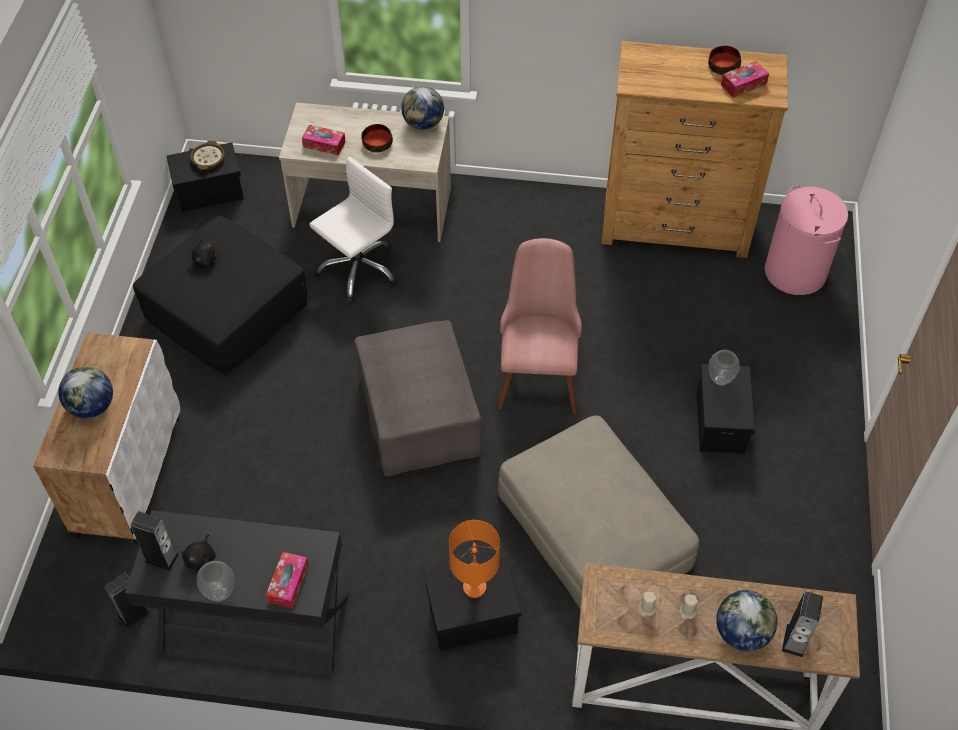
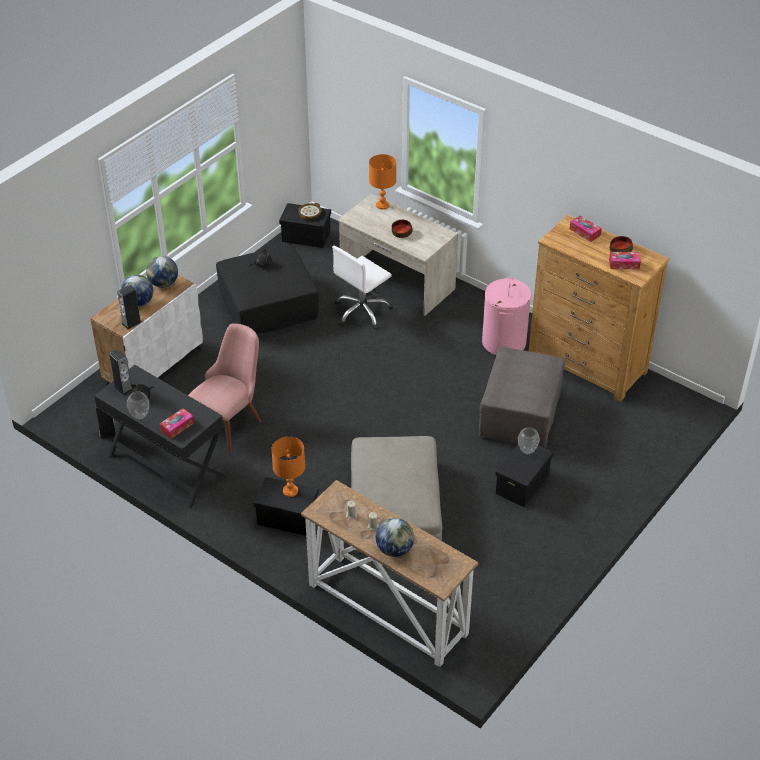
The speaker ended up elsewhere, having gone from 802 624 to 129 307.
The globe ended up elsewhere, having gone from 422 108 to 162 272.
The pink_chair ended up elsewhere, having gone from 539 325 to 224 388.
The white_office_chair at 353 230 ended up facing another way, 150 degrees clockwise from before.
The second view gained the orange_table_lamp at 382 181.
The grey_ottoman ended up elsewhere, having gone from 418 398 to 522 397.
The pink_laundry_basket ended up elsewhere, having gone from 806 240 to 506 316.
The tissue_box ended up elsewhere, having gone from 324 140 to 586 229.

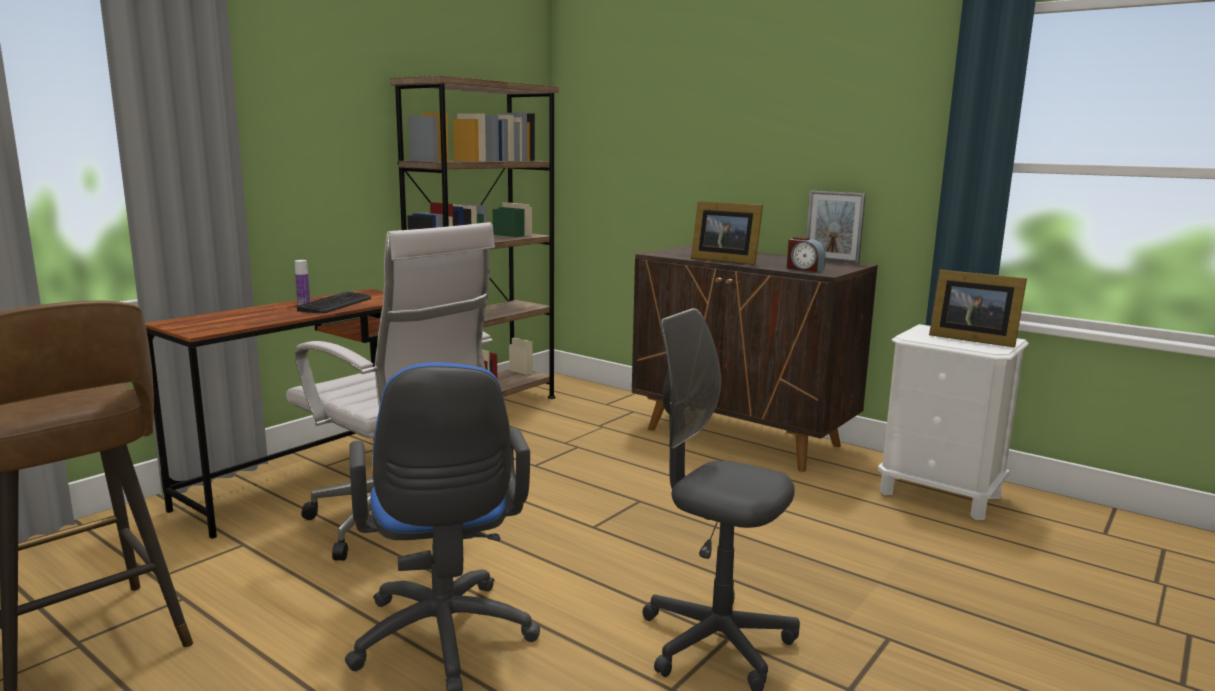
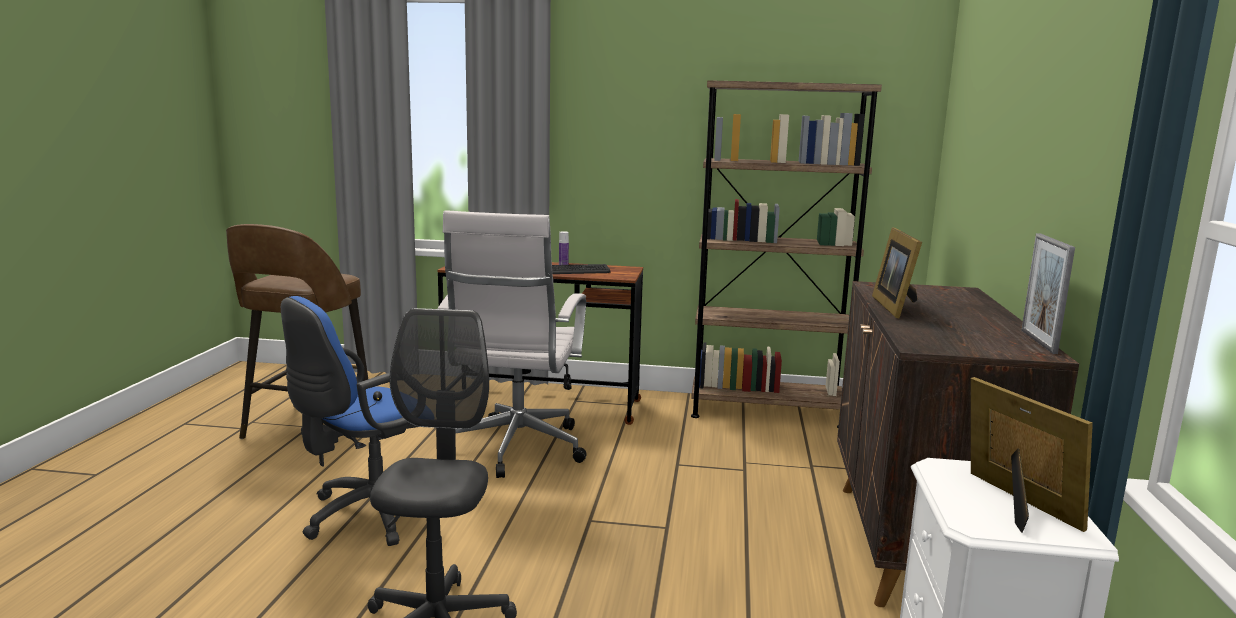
The picture_frame at 978 308 ended up facing another way, 150 degrees clockwise from before.
The second view lost the alarm_clock at 806 254.

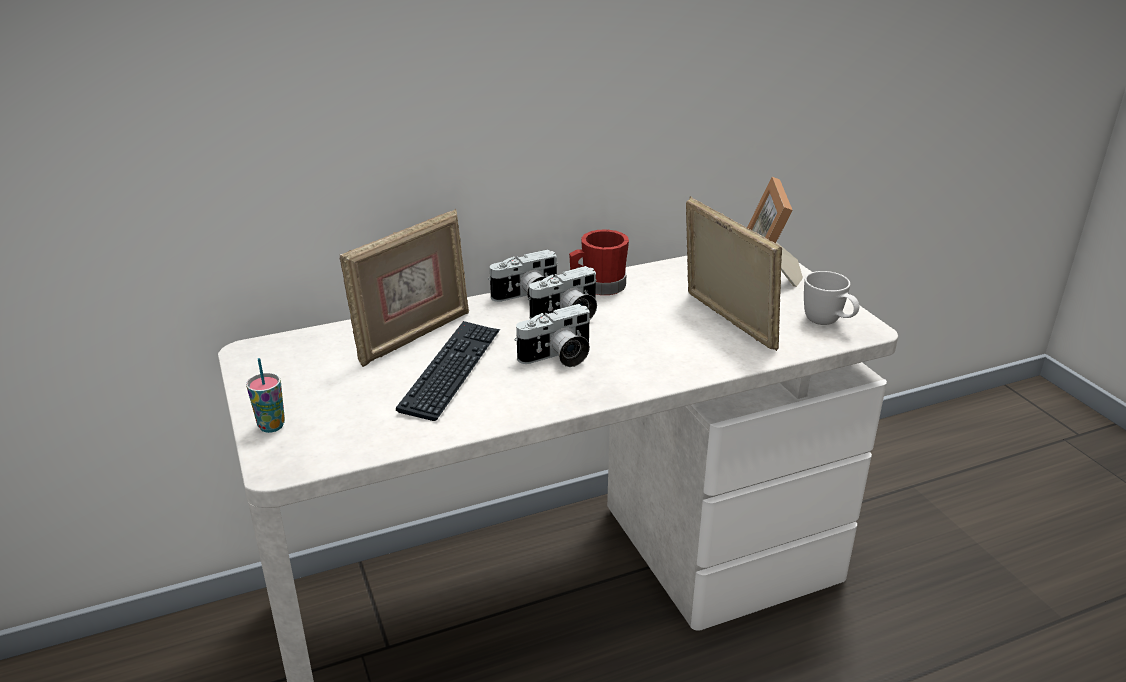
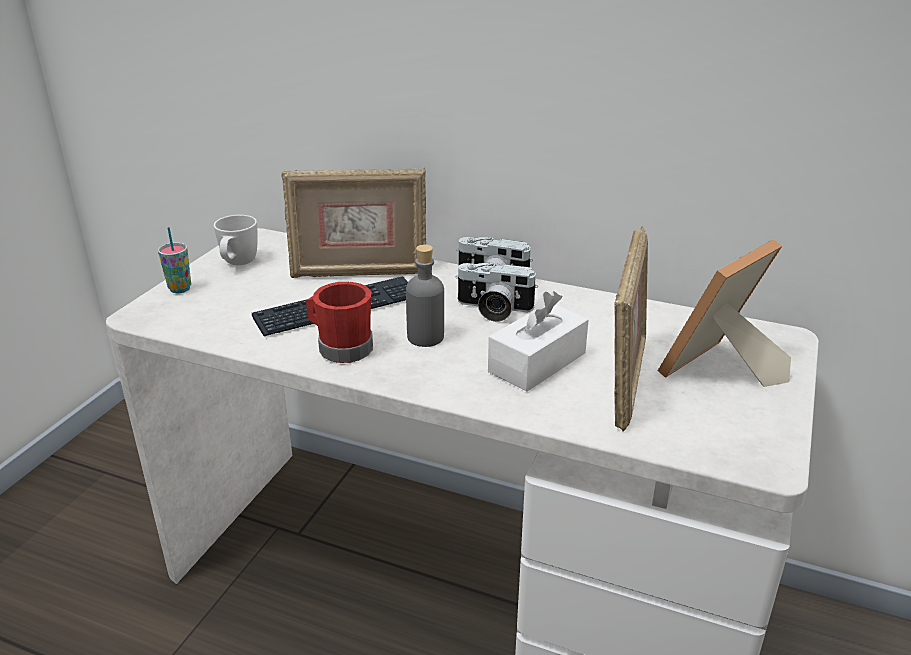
The white_mug ended up elsewhere, having gone from 831 298 to 236 240.
The red_mug ended up elsewhere, having gone from 599 262 to 339 322.
Where the photo_camera stood at 553 335, the grey_bottle came to stand at 425 295.
The second view gained the white_tissue_box at 538 341.

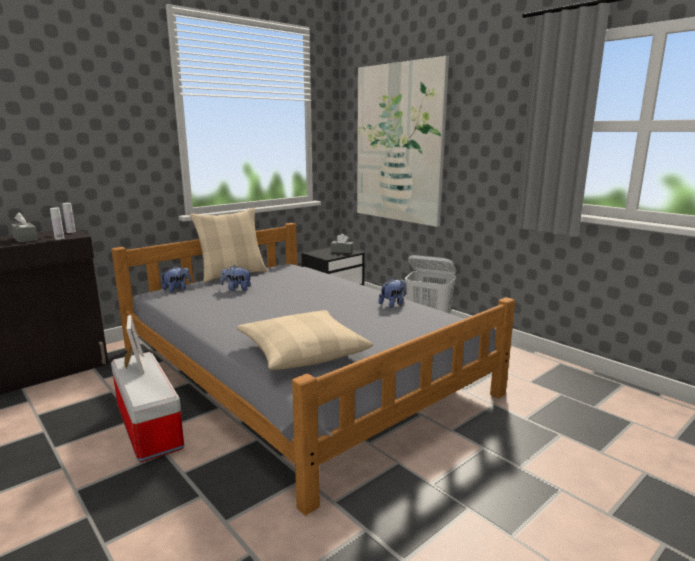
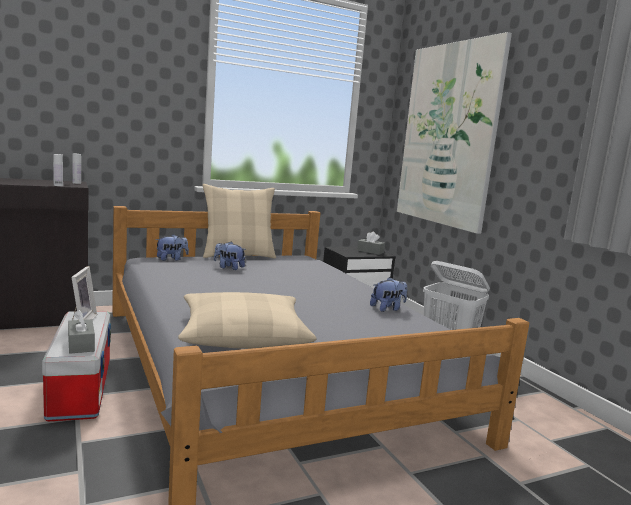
The grey_tissue_box ended up elsewhere, having gone from 24 227 to 81 332.

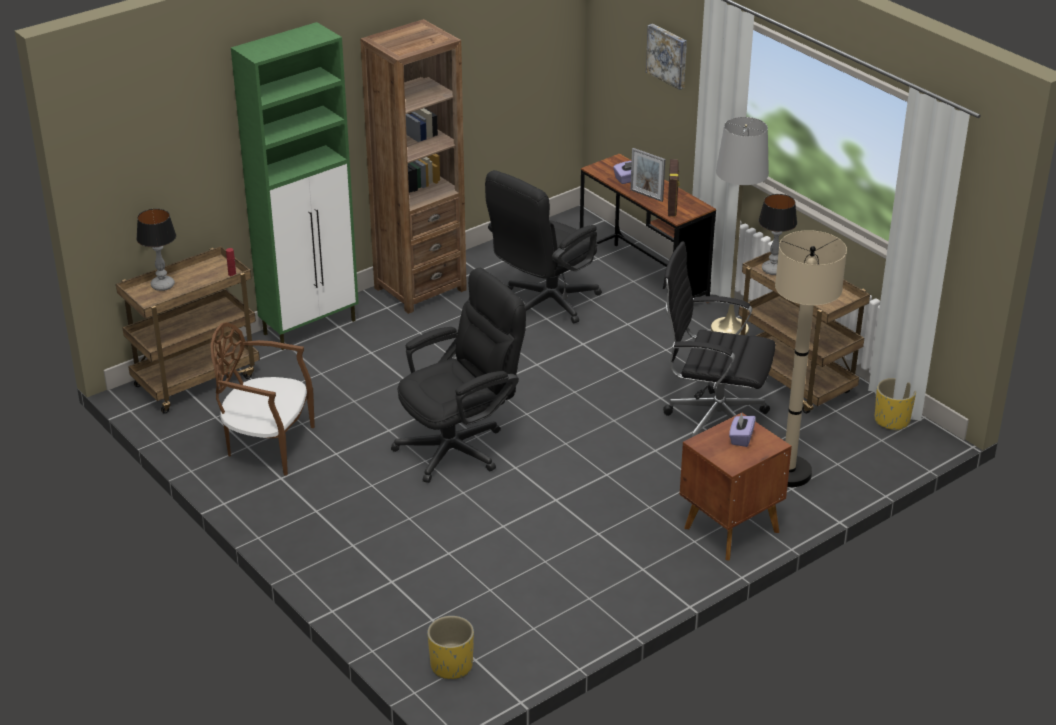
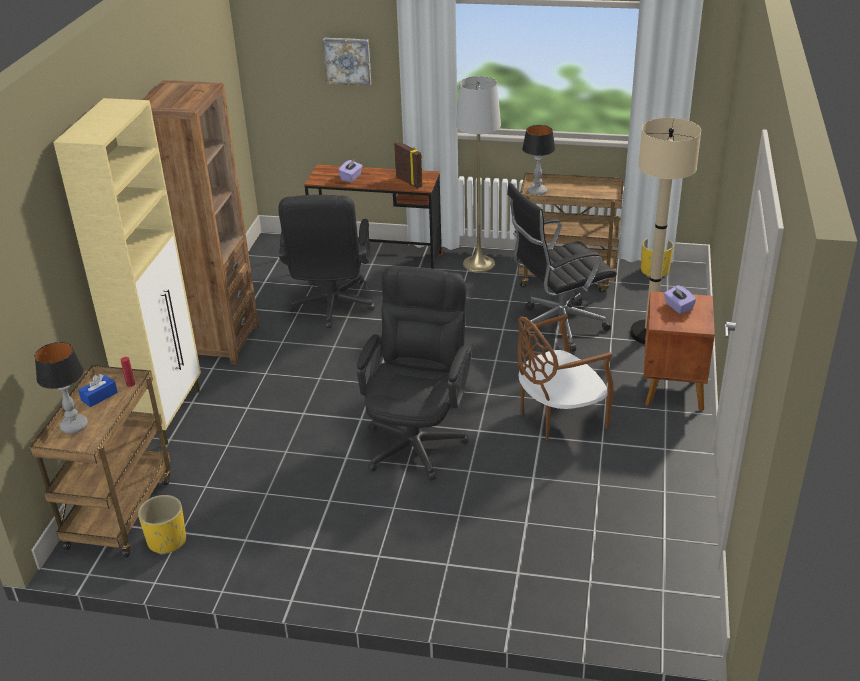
What was the green_cabinet at 295 186 turned into the beige_cabinet at 127 271.
The second view gained the blue_tissue_box at 98 390.
The yellow_planter ended up elsewhere, having gone from 450 647 to 162 525.
The brown_chair ended up elsewhere, having gone from 262 399 to 565 377.
The second view lost the picture_frame at 647 175.

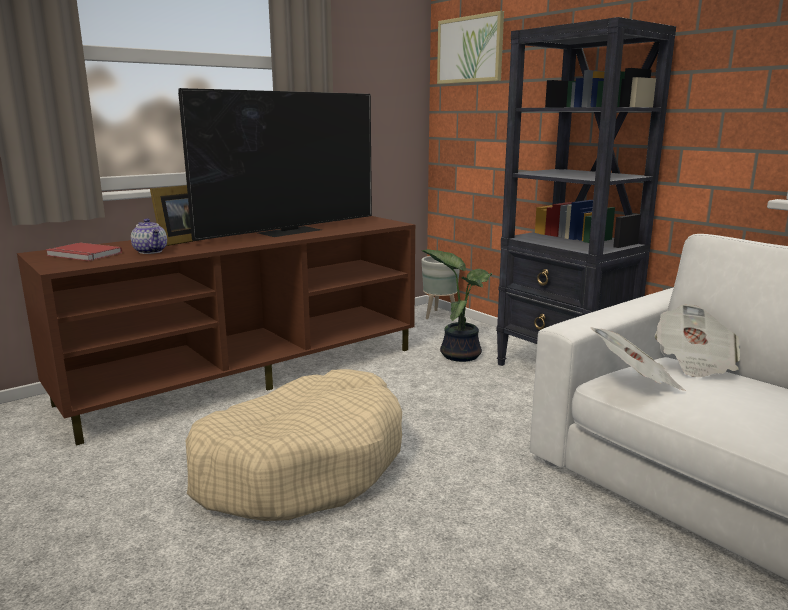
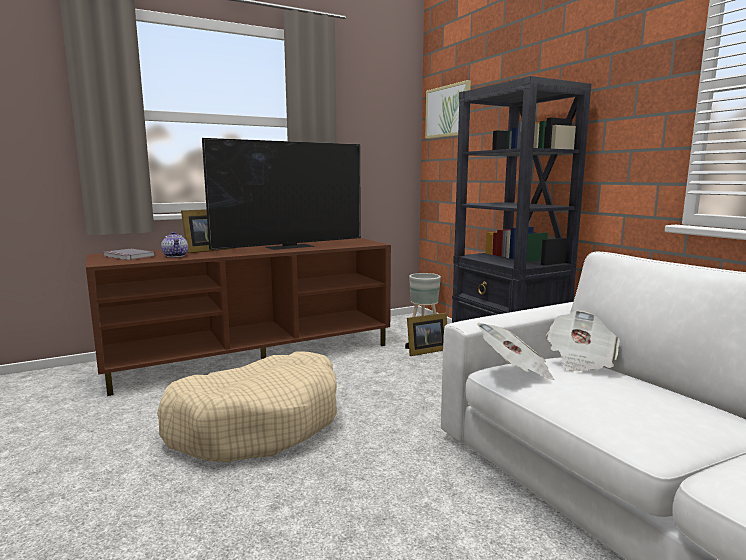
What was the red_book at 84 252 turned into the grey_book at 129 254.
Where the potted_plant stood at 456 305, the picture_frame came to stand at 426 334.

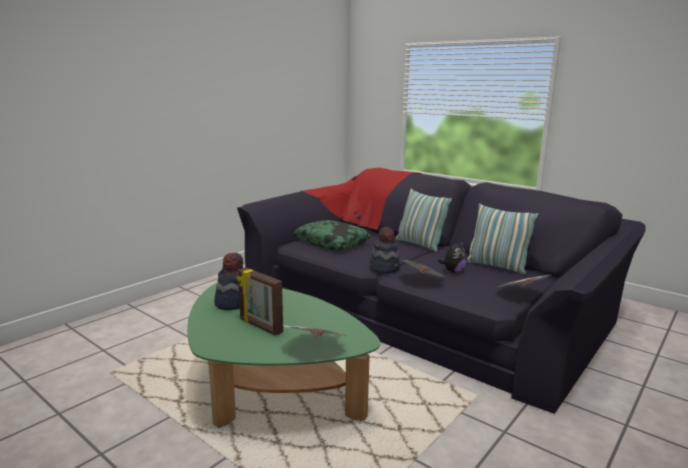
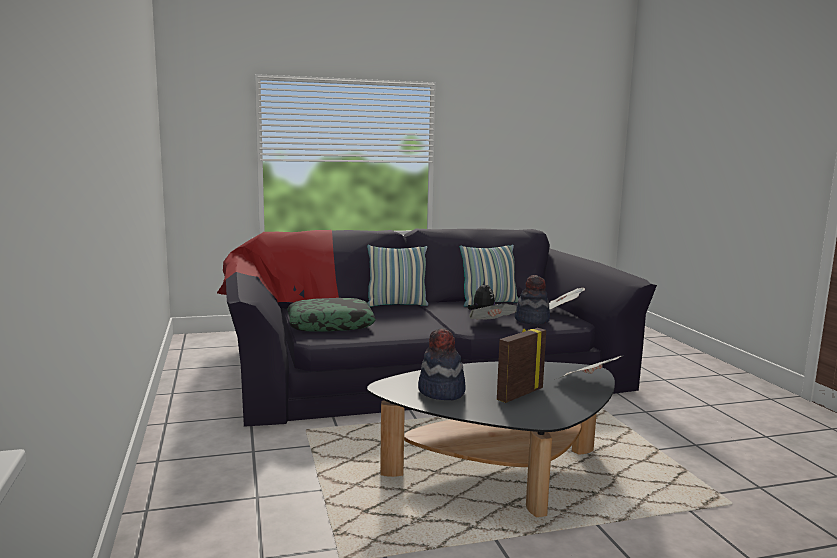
What was the green_coffee_table at 283 355 turned into the black_coffee_table at 491 439.
The picture_frame at 260 302 ended up facing another way, 150 degrees clockwise from before.
The hat ended up elsewhere, having gone from 385 250 to 532 300.

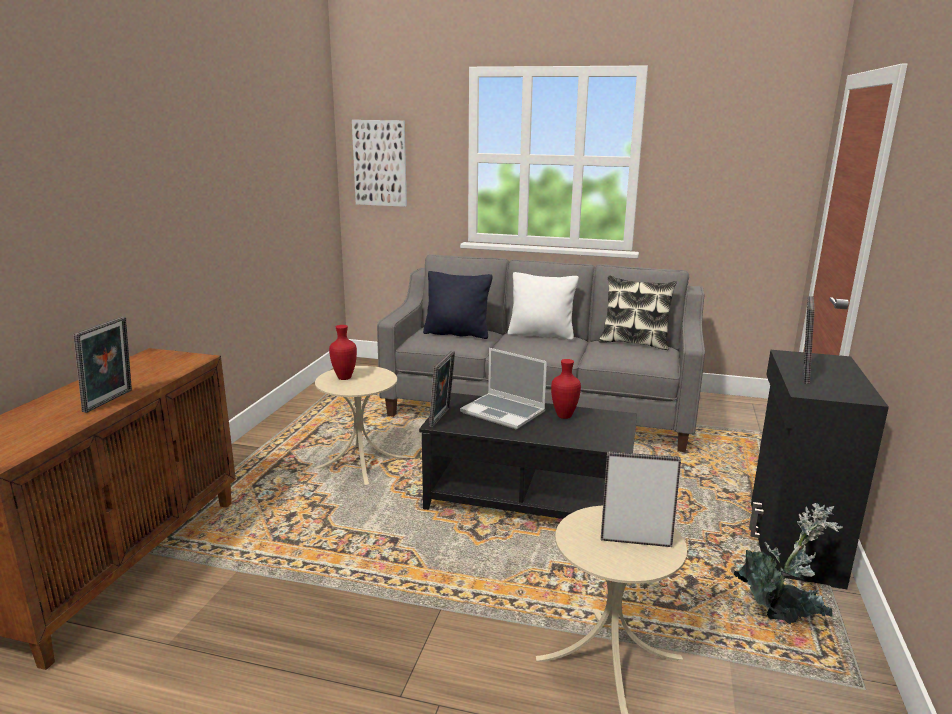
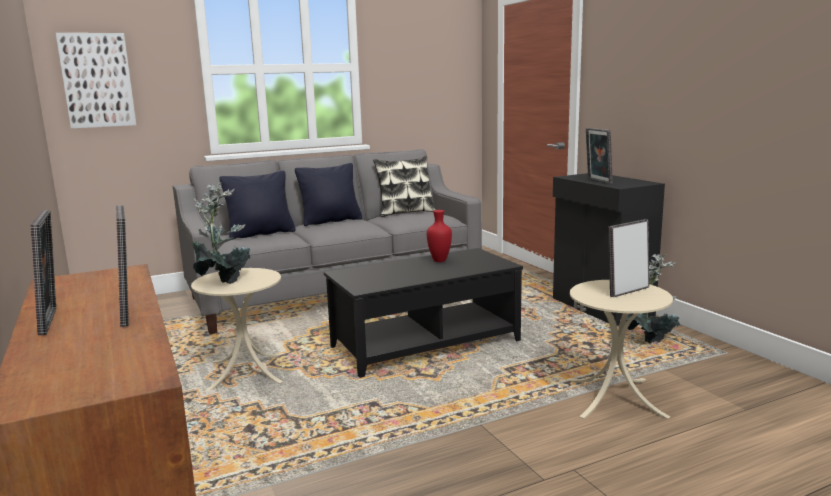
The picture_frame ended up elsewhere, having gone from 442 389 to 43 272.
Where the red_vase stood at 343 352, the potted_plant came to stand at 221 233.
What was the white_pillow at 543 306 turned into the black_pillow at 328 194.
The second view lost the laptop at 503 388.

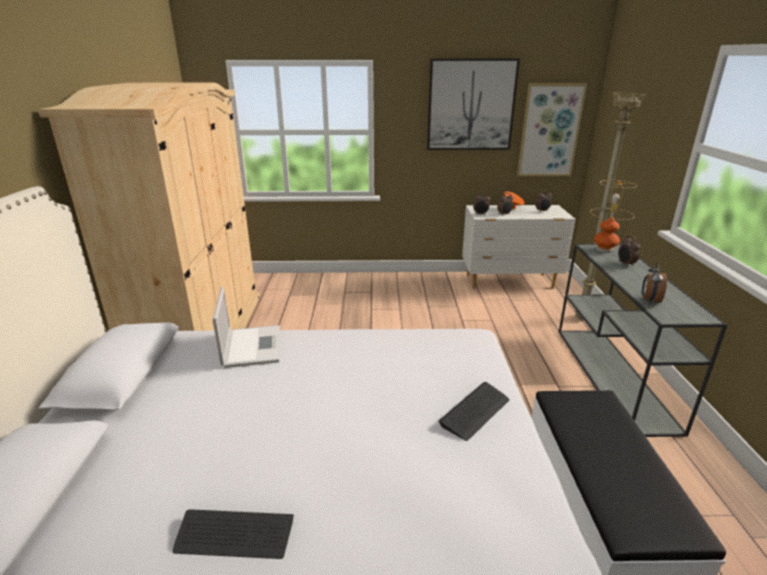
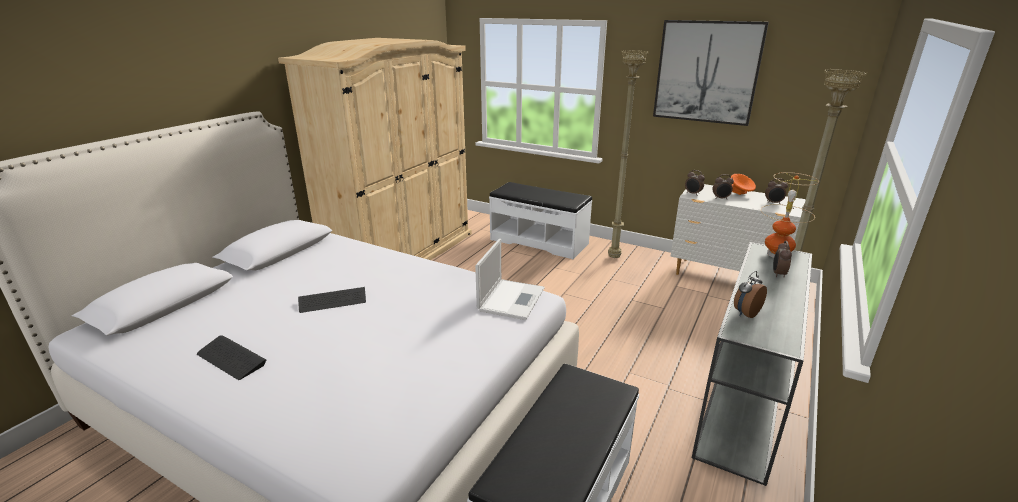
The keyboard ended up elsewhere, having gone from 474 411 to 332 300.
The laptop ended up elsewhere, having gone from 246 327 to 510 279.
The second view gained the white_bench at 540 220.
The second view gained the beige_floor_lamp at 628 154.
The second view lost the picture at 552 129.

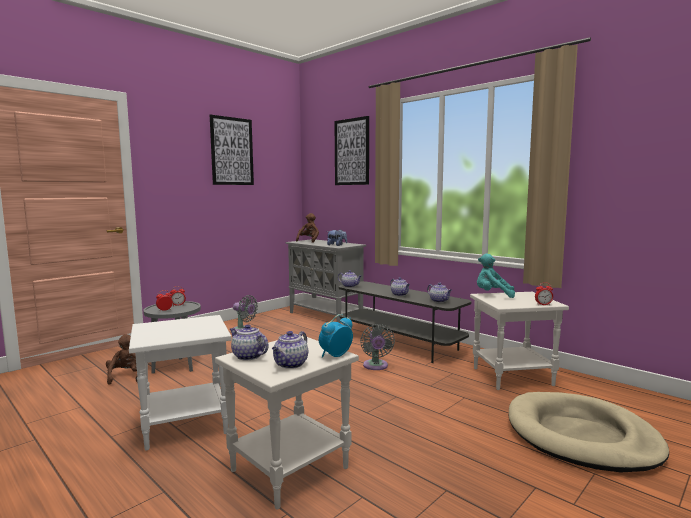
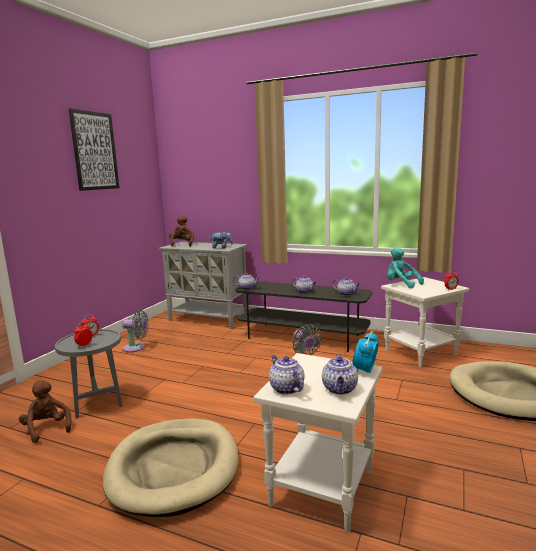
Where the white_side_table stood at 180 383, the beige_dog_bed came to stand at 171 468.
The teapot at 249 342 ended up facing another way, 45 degrees clockwise from before.
The turquoise_plush_toy at 496 276 ended up facing another way, 45 degrees clockwise from before.
The second view lost the picture at 352 150.

